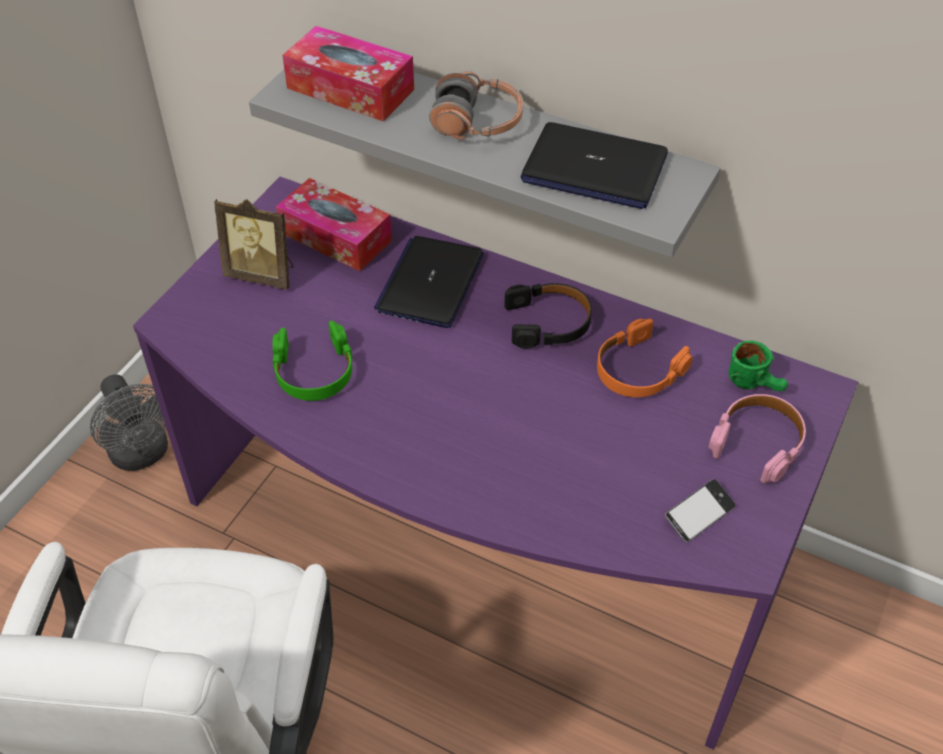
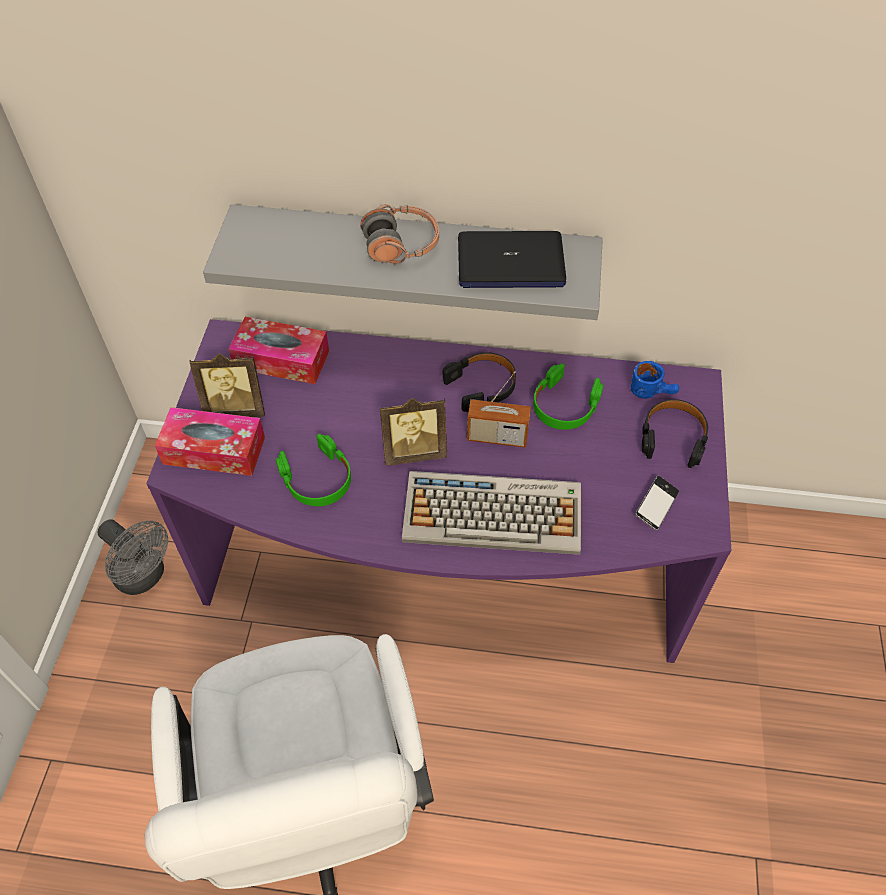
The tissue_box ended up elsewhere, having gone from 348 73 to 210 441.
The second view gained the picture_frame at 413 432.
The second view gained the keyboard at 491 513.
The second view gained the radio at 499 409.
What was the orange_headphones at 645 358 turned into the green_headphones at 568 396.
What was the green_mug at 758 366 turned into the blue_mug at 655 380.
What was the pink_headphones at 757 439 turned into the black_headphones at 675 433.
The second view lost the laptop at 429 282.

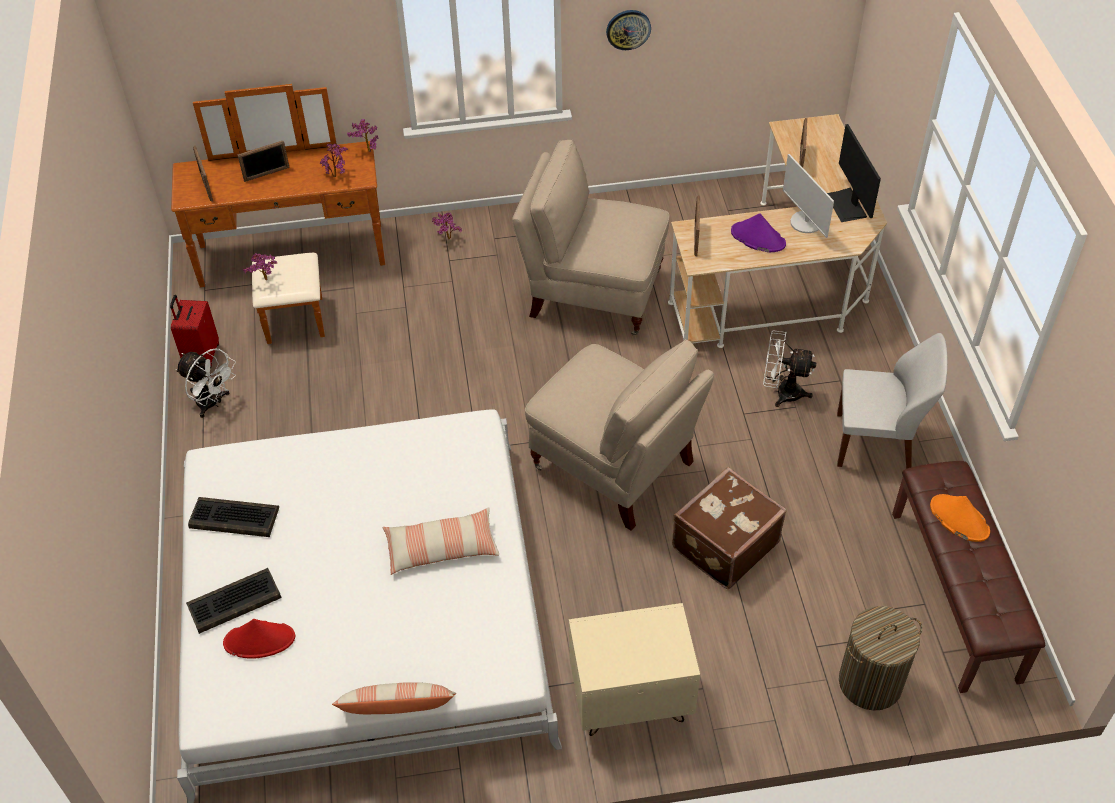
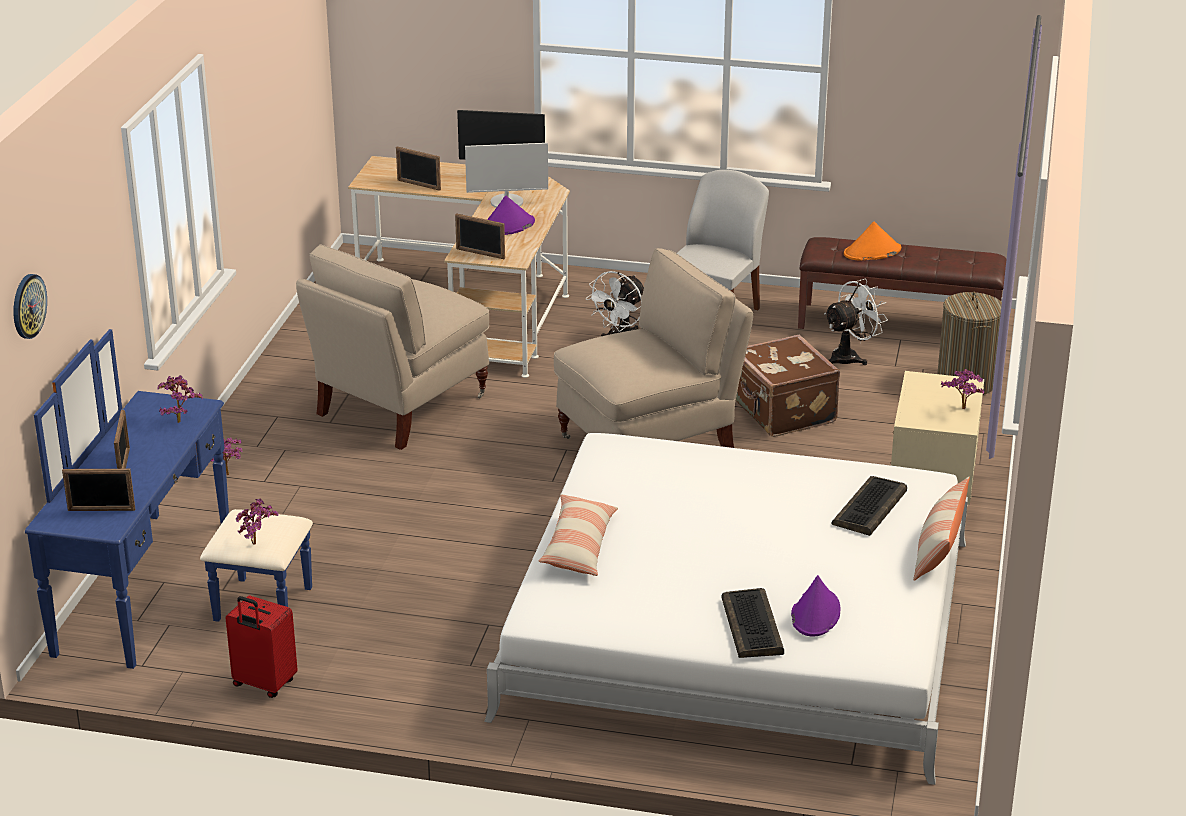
The wall_clock ended up elsewhere, having gone from 628 30 to 30 306.
What was the brown_dresser at 278 214 turned into the blue_dresser at 169 499.
The pillow ended up elsewhere, having gone from 441 541 to 578 535.
What was the red_hat at 259 639 turned into the purple_hat at 815 605.
The white_fan ended up elsewhere, having gone from 205 383 to 856 322.
The keyboard ended up elsewhere, having gone from 233 517 to 869 506.
The potted_plant ended up elsewhere, having gone from 362 135 to 962 389.

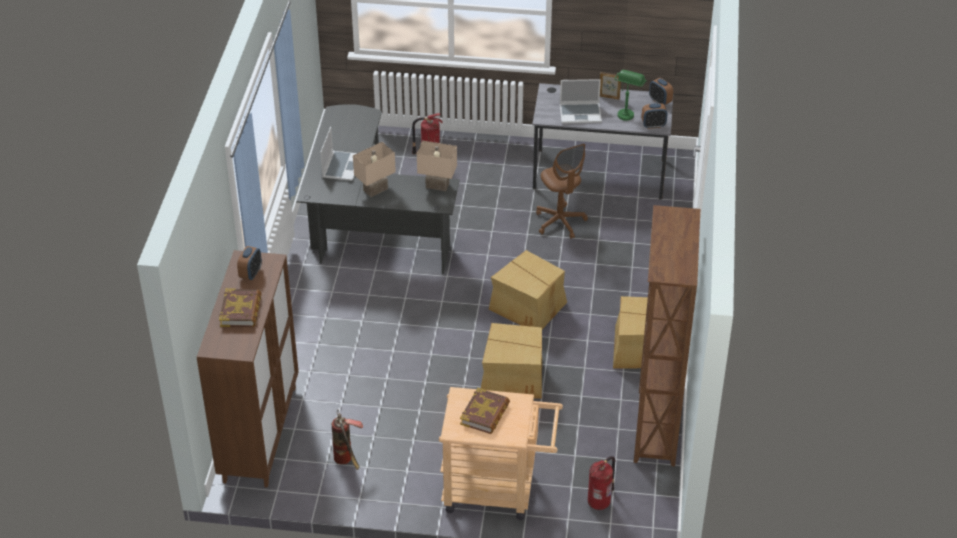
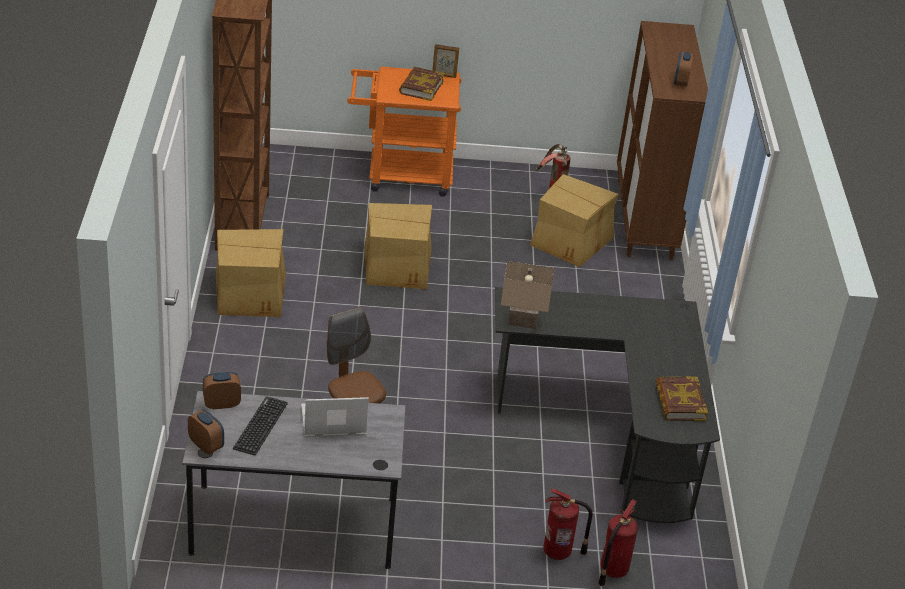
Where the green_table_lamp stood at 630 95, the keyboard came to stand at 260 426.
What was the beige_cart at 501 453 turned into the orange_cart at 404 132.
The picture_frame ended up elsewhere, having gone from 610 86 to 445 61.
The cardboard_box ended up elsewhere, having gone from 528 289 to 574 220.
The fire_extinguisher ended up elsewhere, having gone from 601 483 to 618 542.
The book ended up elsewhere, having gone from 240 307 to 682 399.
The second view lost the laptop at 338 154.
The second view lost the beige_table_lamp at 374 169.

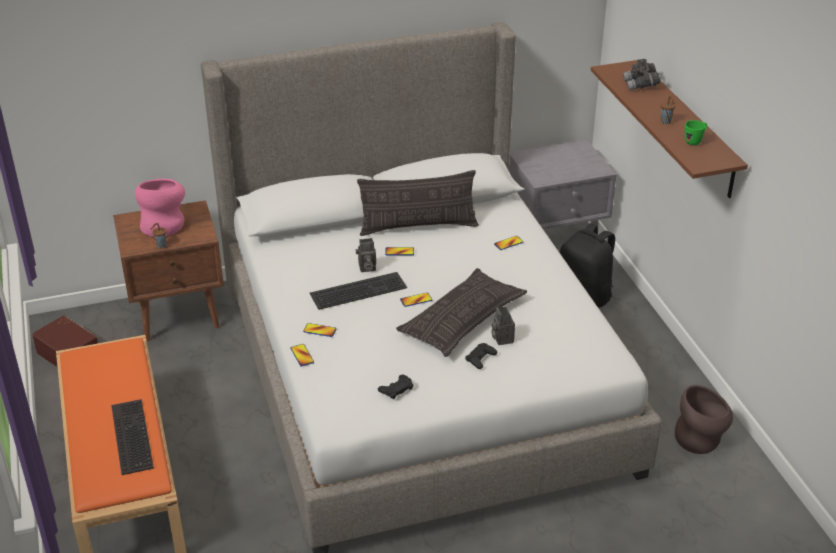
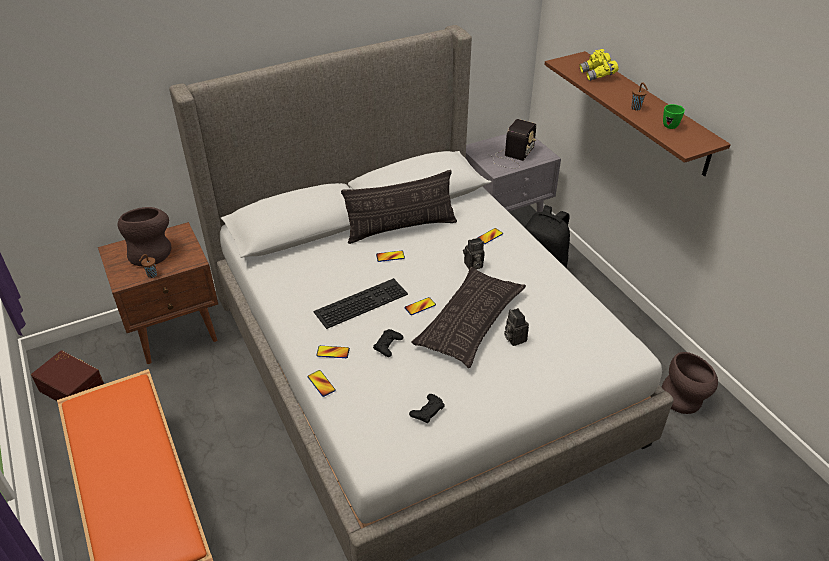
What was the pink_vase at 160 208 turned into the brown_vase at 144 236.
The black_game_controller ended up elsewhere, having gone from 481 356 to 388 343.
The photo_camera ended up elsewhere, having gone from 366 255 to 474 253.
The second view gained the radio at 512 143.
What was the grey_binoculars at 642 75 turned into the yellow_binoculars at 599 65.
The second view lost the keyboard at 132 437.

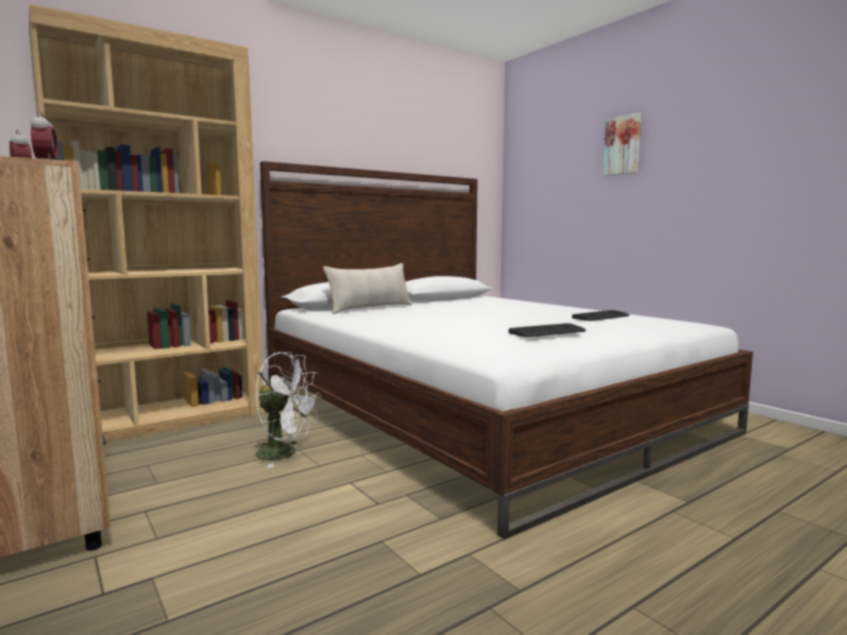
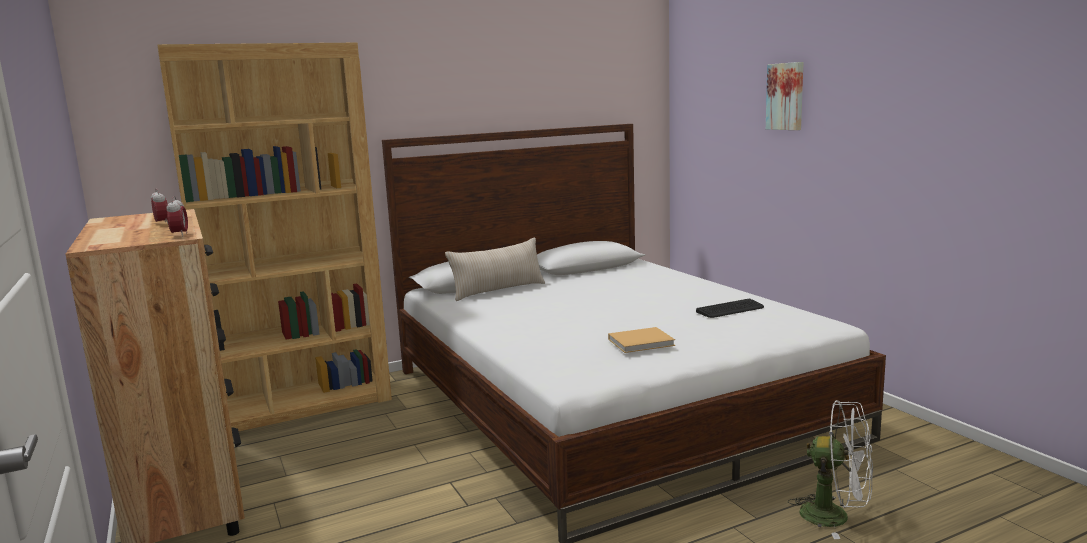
Where the keyboard stood at 547 330, the beige_book came to stand at 641 340.
The white_fan ended up elsewhere, having gone from 287 410 to 830 469.

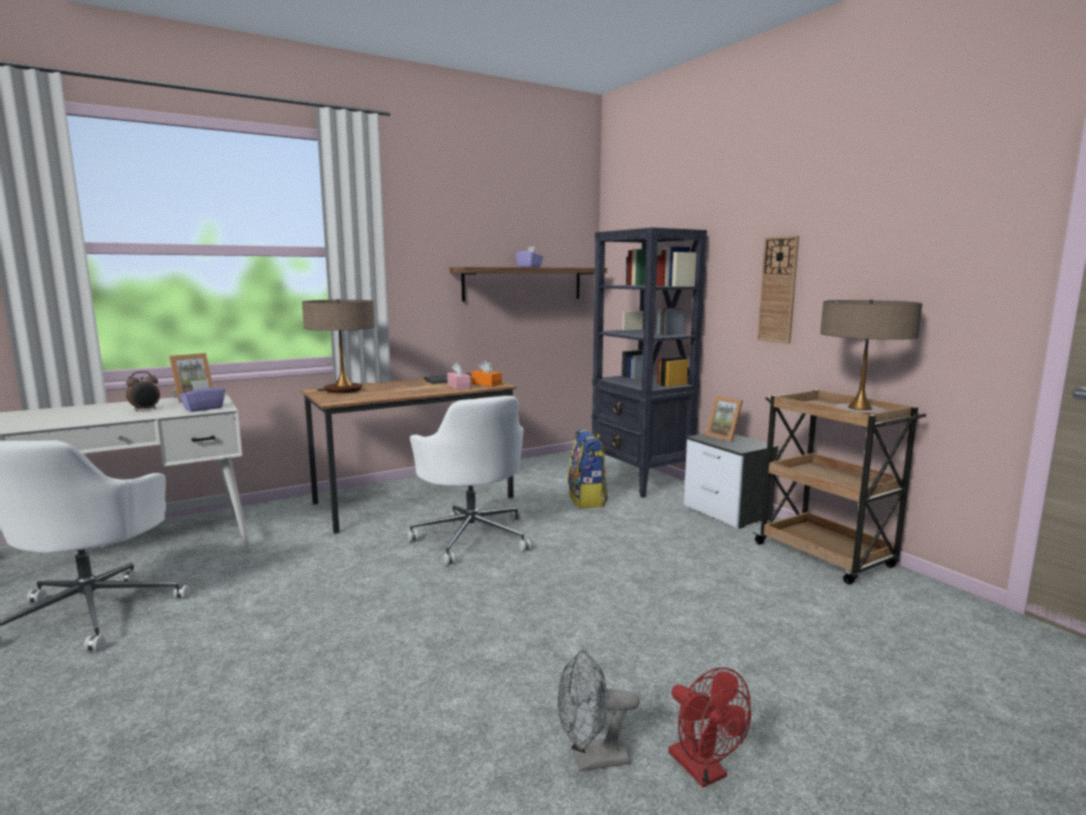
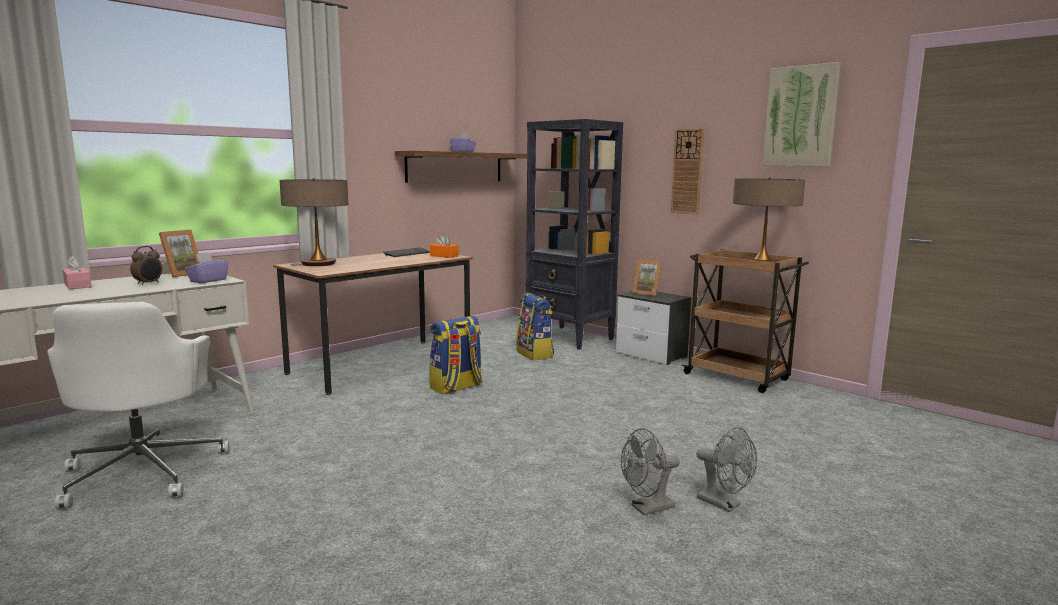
The pink_tissue_box ended up elsewhere, having gone from 459 376 to 77 272.
Where the white_office_chair stood at 469 481, the backpack came to stand at 455 355.
What was the red_fan at 710 727 turned into the grey_fan at 726 469.
The second view gained the picture at 801 114.

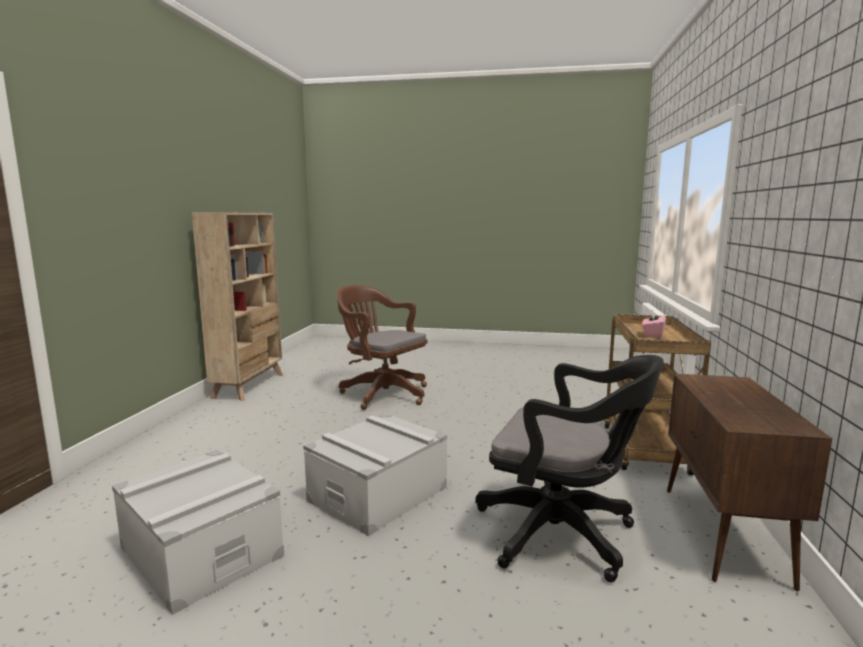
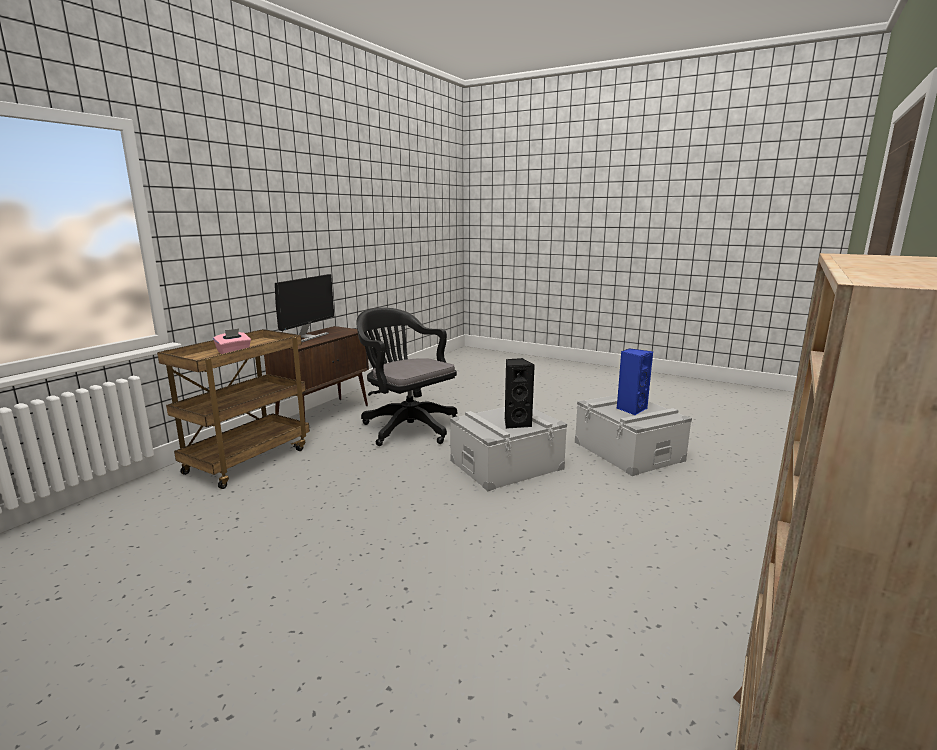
The second view gained the monitor at 304 308.
The second view gained the black_speaker at 520 393.
The second view gained the blue_speaker at 635 382.
The second view lost the brown_office_chair at 382 347.

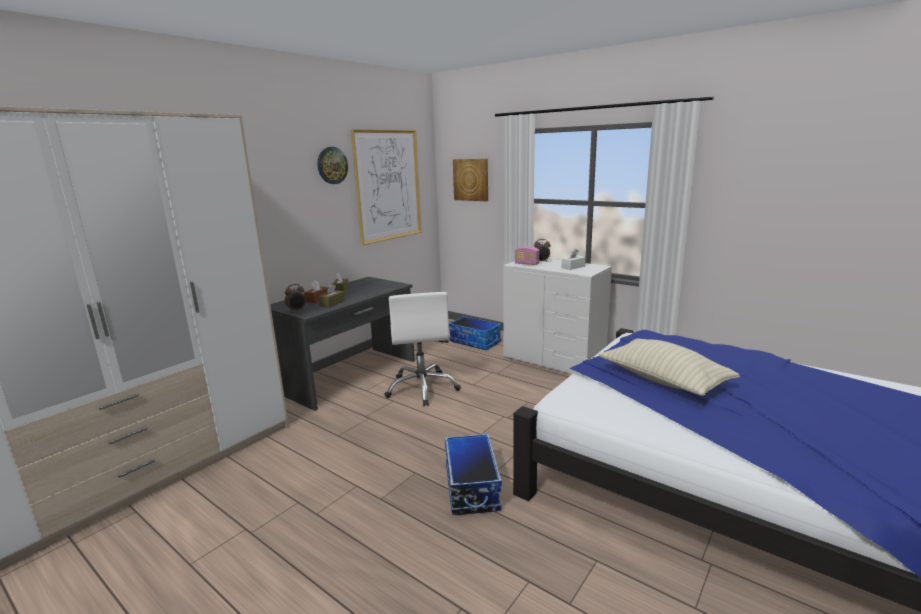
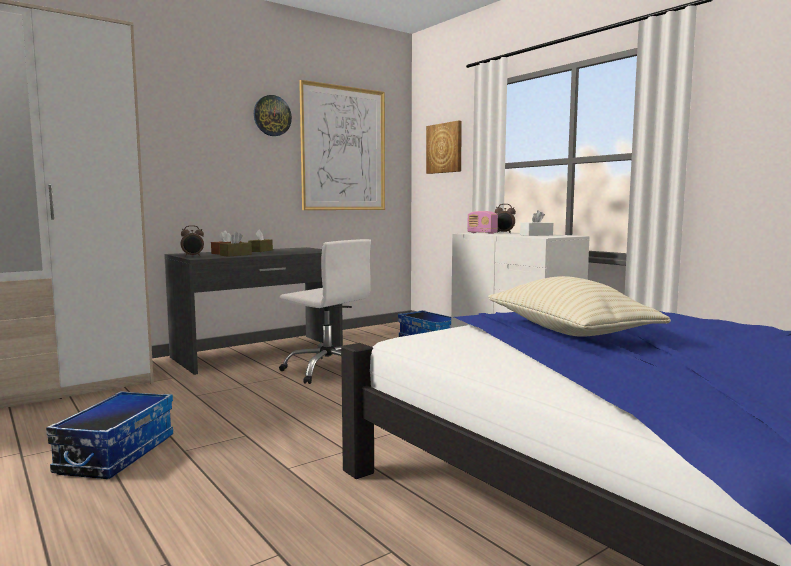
The storage_box ended up elsewhere, having gone from 473 474 to 109 435.
The white_office_chair at 422 349 ended up facing another way, 60 degrees counterclockwise from before.

